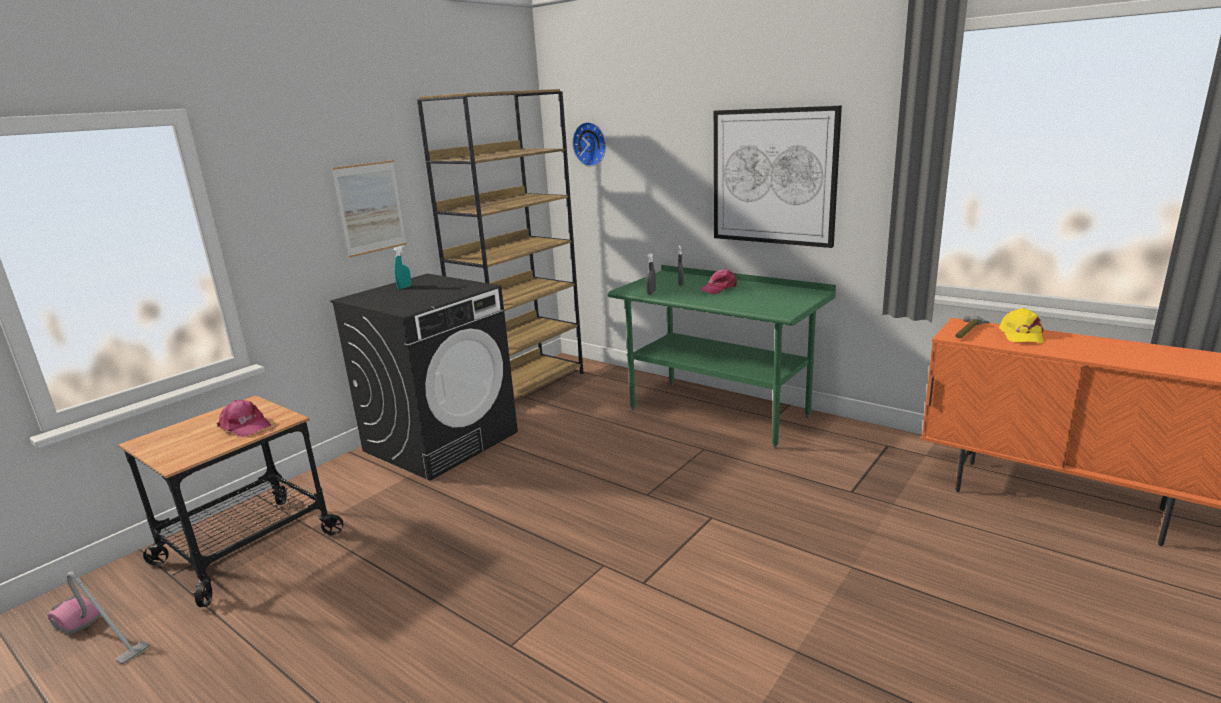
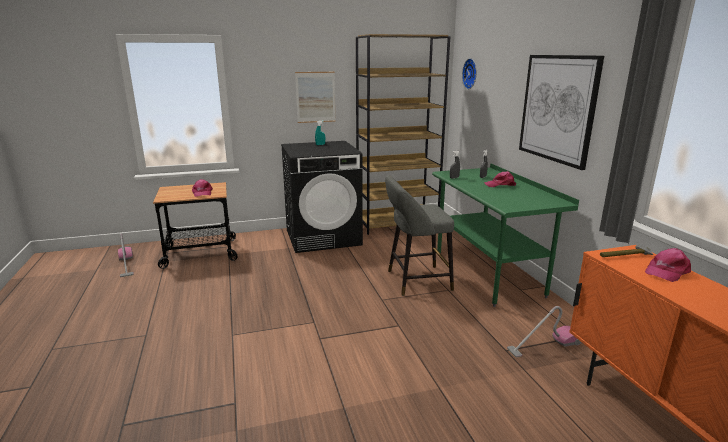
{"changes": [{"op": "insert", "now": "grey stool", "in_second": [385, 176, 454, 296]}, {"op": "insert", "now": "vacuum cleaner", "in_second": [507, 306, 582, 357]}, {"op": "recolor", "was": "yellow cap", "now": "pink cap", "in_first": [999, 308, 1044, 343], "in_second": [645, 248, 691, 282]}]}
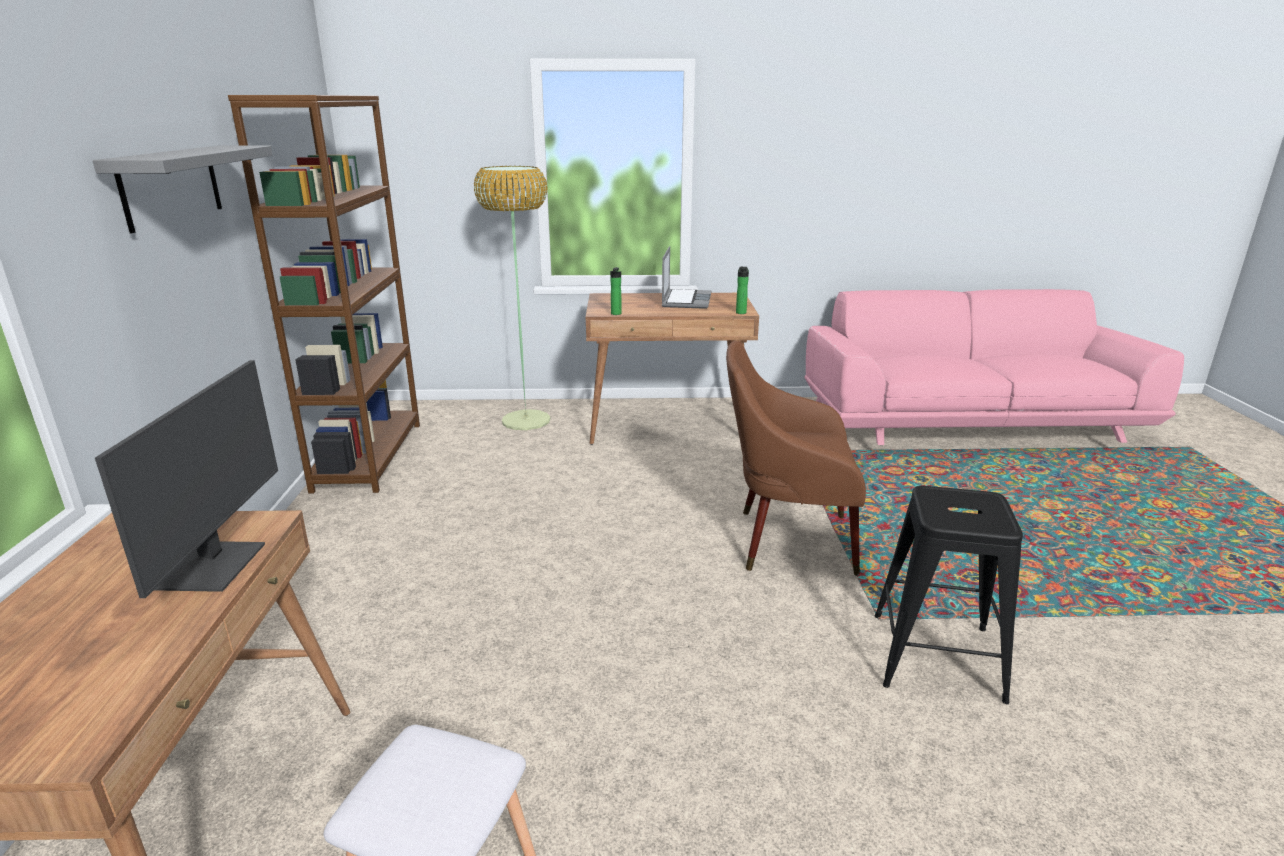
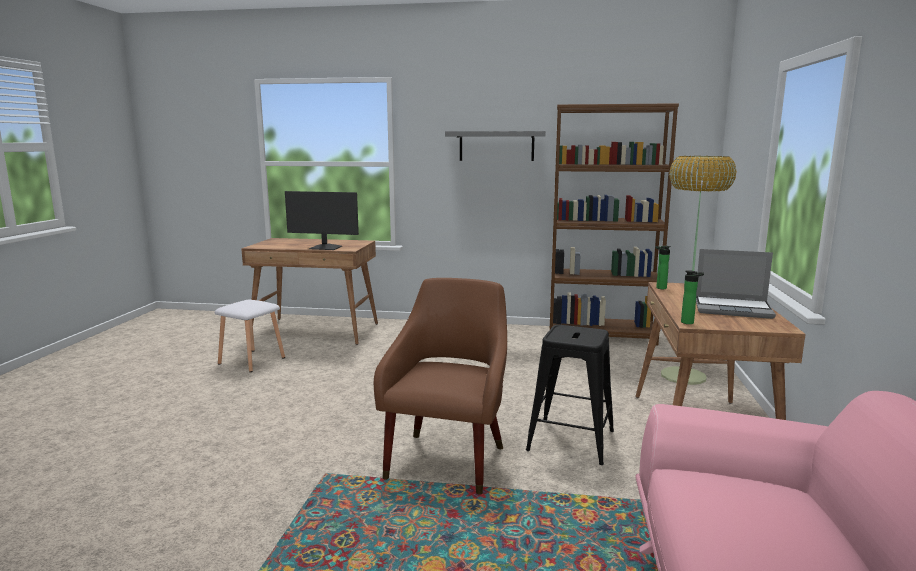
{"changes": [{"op": "move", "was": "black stool", "in_first": [875, 486, 1023, 704], "in_second": [526, 325, 614, 465]}]}
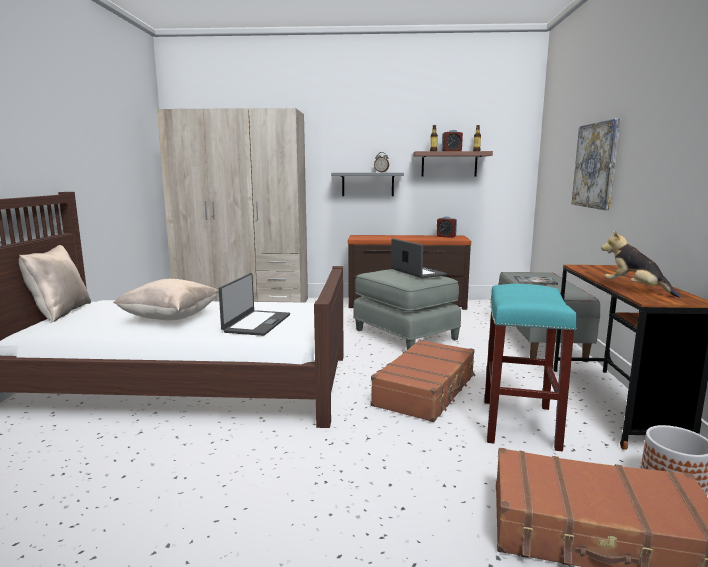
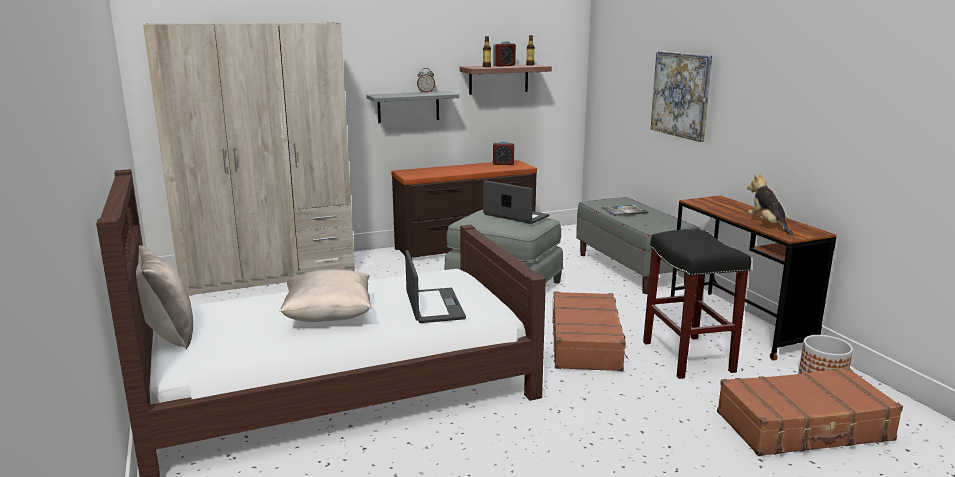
{"changes": [{"op": "recolor", "was": "turquoise stool", "now": "black stool", "in_first": [484, 284, 577, 451], "in_second": [643, 229, 751, 379]}, {"op": "rotate", "was": "plush toy", "in_first": [601, 231, 681, 297], "in_second": [747, 173, 793, 235], "clockwise": 45}]}
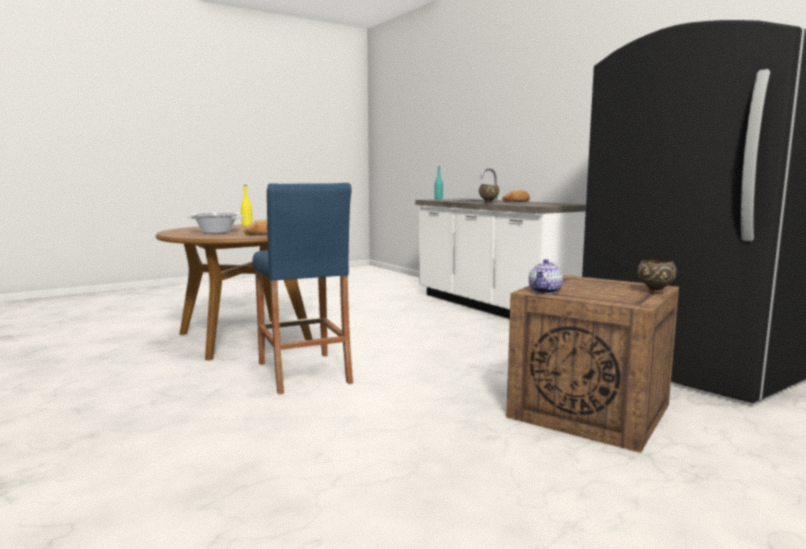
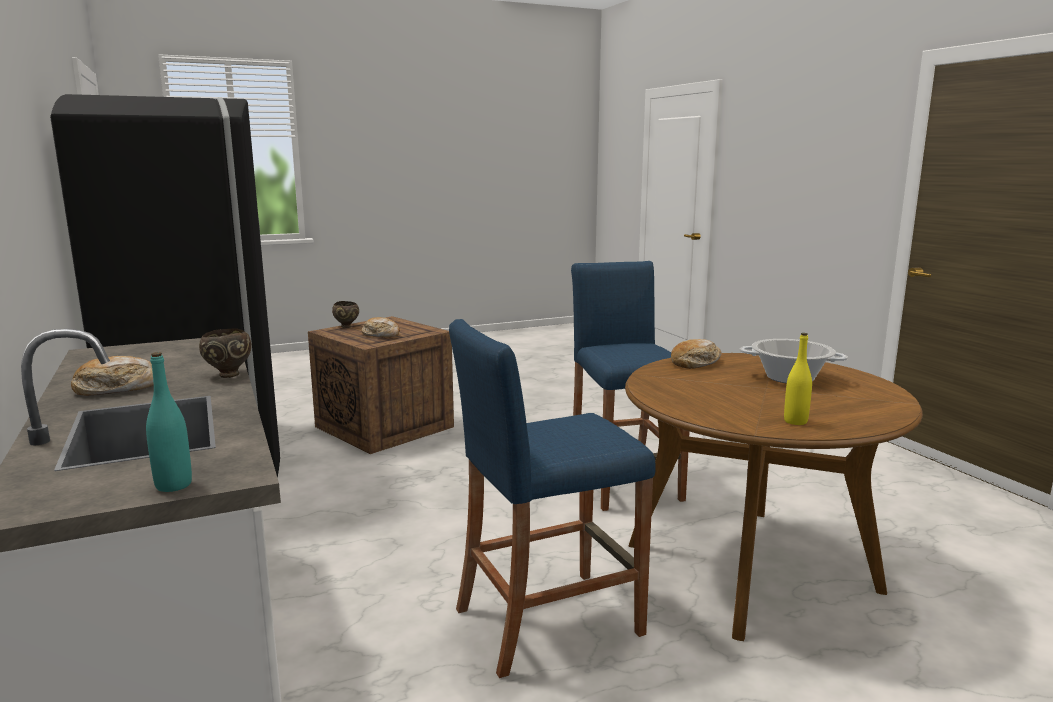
{"changes": [{"op": "delete", "was": "teapot", "in_first": [529, 259, 563, 294]}, {"op": "insert", "now": "bread", "in_second": [362, 317, 400, 337]}, {"op": "insert", "now": "blue stool", "in_second": [449, 319, 655, 678]}]}
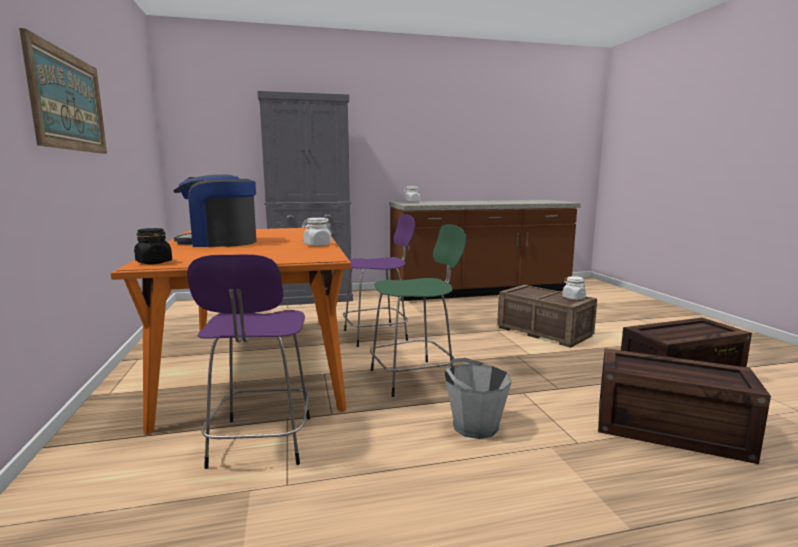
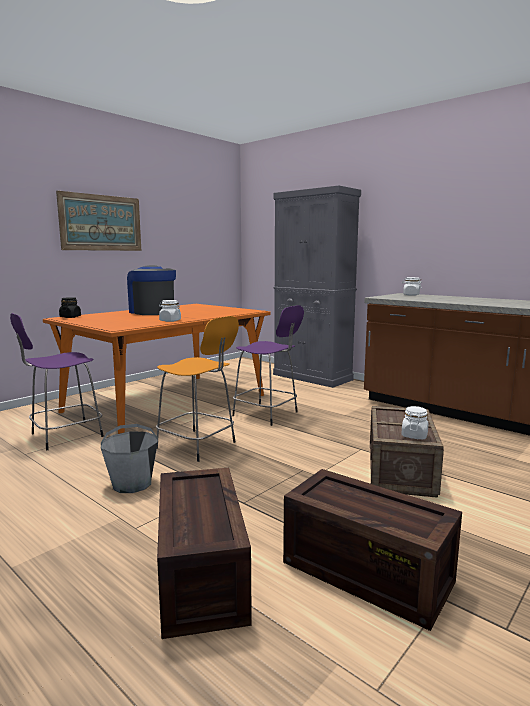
{"changes": [{"op": "recolor", "was": "green stool", "now": "orange stool", "in_first": [370, 224, 466, 397], "in_second": [156, 316, 239, 462]}]}
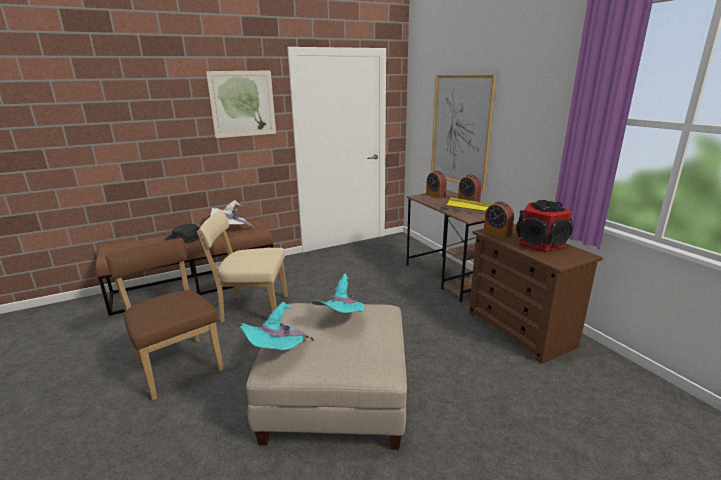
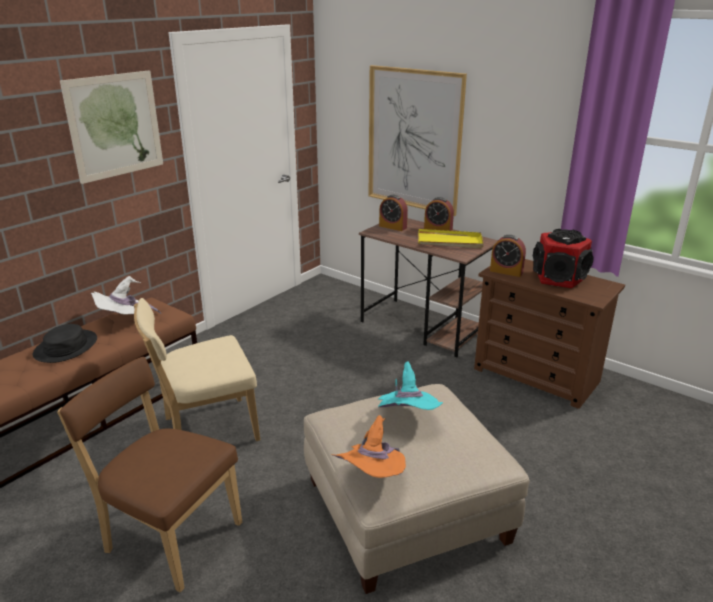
{"changes": [{"op": "recolor", "was": "turquoise hat", "now": "orange hat", "in_first": [240, 302, 314, 350], "in_second": [332, 415, 406, 478]}]}
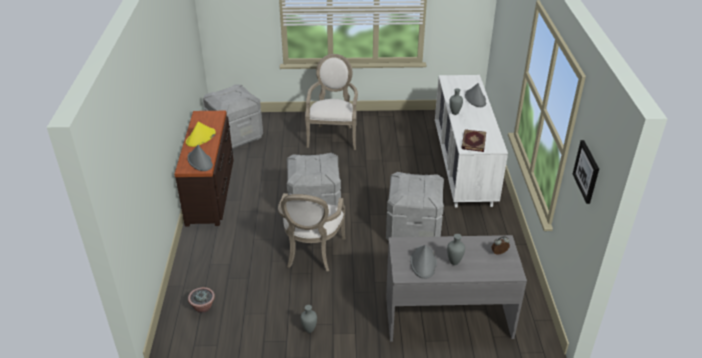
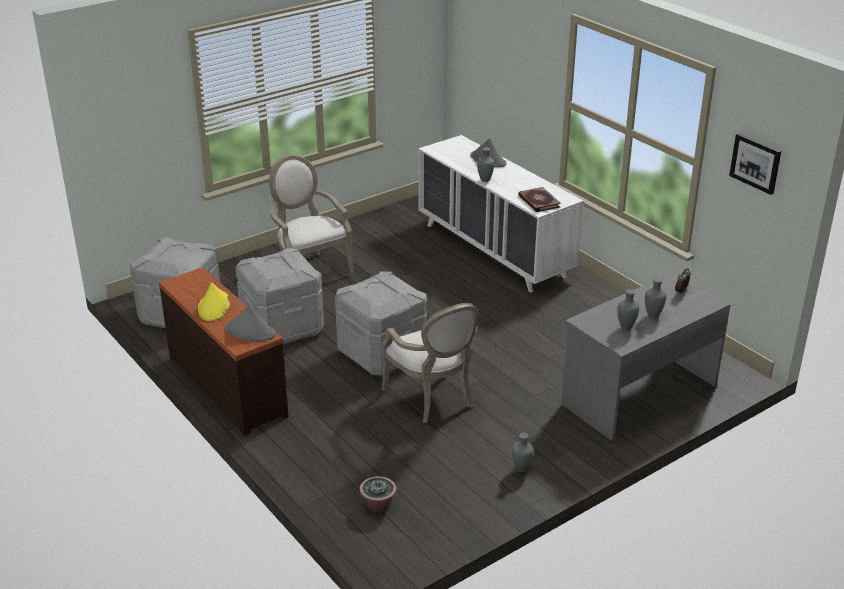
{"changes": [{"op": "move", "was": "grey storage box", "in_first": [386, 172, 444, 241], "in_second": [236, 248, 324, 344]}, {"op": "replace", "was": "grey hat", "now": "grey vase", "in_first": [410, 245, 437, 279], "in_second": [618, 289, 639, 330]}]}
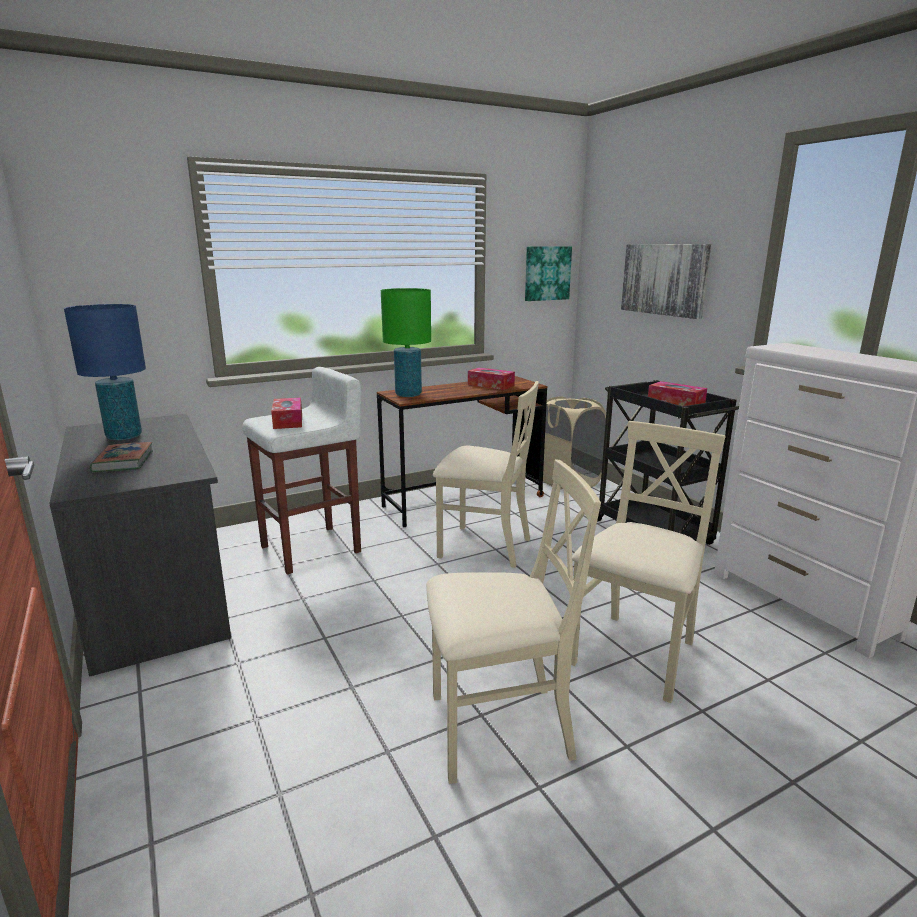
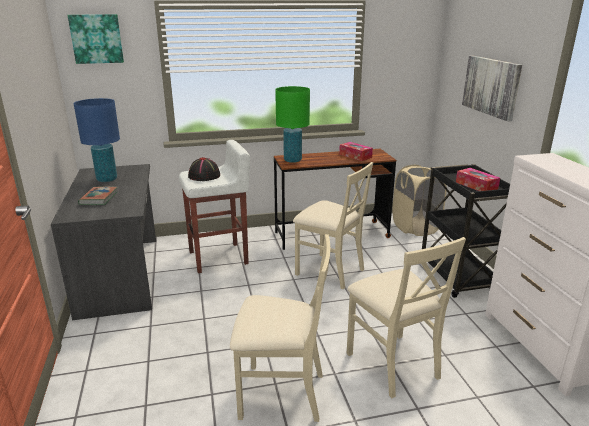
{"changes": [{"op": "move", "was": "picture", "in_first": [525, 246, 572, 301], "in_second": [68, 14, 124, 64]}, {"op": "replace", "was": "tissue box", "now": "black hat", "in_first": [271, 398, 302, 429], "in_second": [188, 157, 220, 181]}, {"op": "rotate", "was": "beige chair", "in_first": [571, 421, 726, 703], "in_second": [347, 237, 466, 398], "clockwise": 105}]}
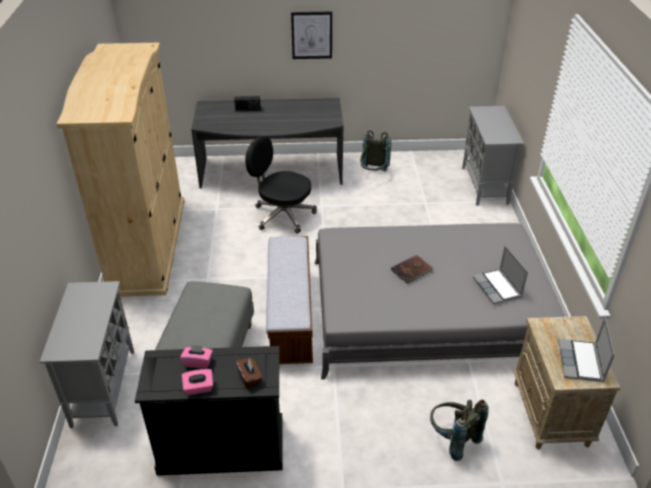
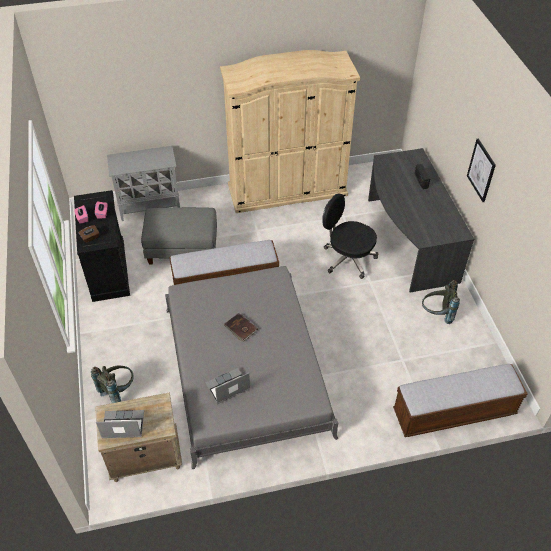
{"changes": [{"op": "replace", "was": "grey cabinet", "now": "bench", "in_first": [462, 106, 524, 206], "in_second": [393, 364, 528, 437]}, {"op": "rotate", "was": "black office chair", "in_first": [245, 136, 317, 234], "in_second": [322, 193, 379, 279], "clockwise": -75}]}
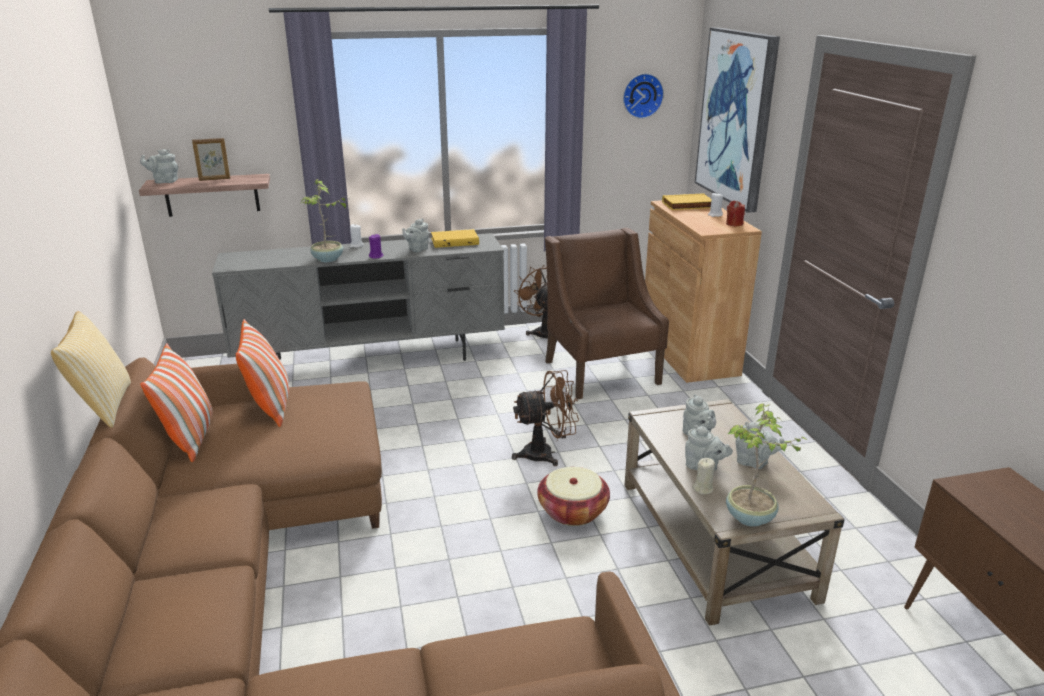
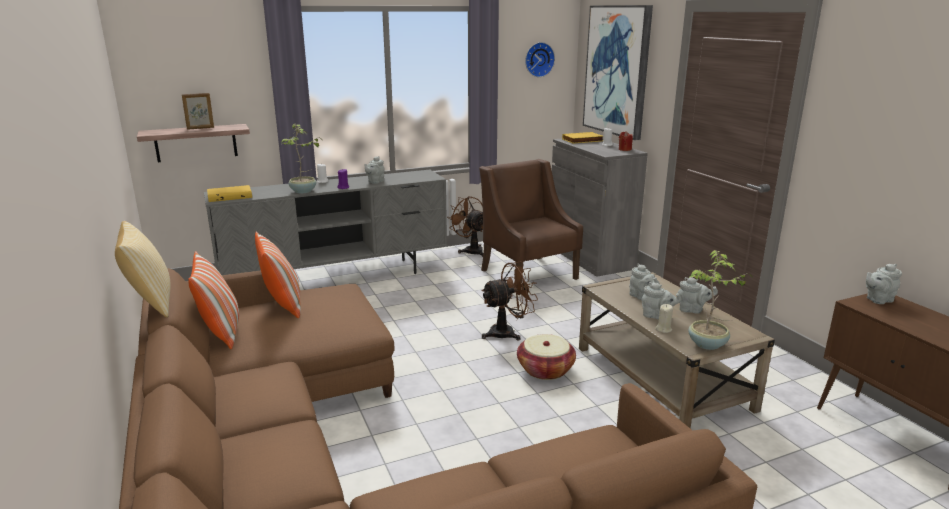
{"changes": [{"op": "move", "was": "grey teapot", "in_first": [140, 149, 178, 184], "in_second": [866, 264, 902, 304]}, {"op": "move", "was": "yellow book", "in_first": [431, 229, 479, 248], "in_second": [207, 185, 252, 202]}, {"op": "recolor", "was": "brown cabinet", "now": "grey cabinet", "in_first": [645, 200, 762, 383], "in_second": [552, 139, 648, 277]}]}
